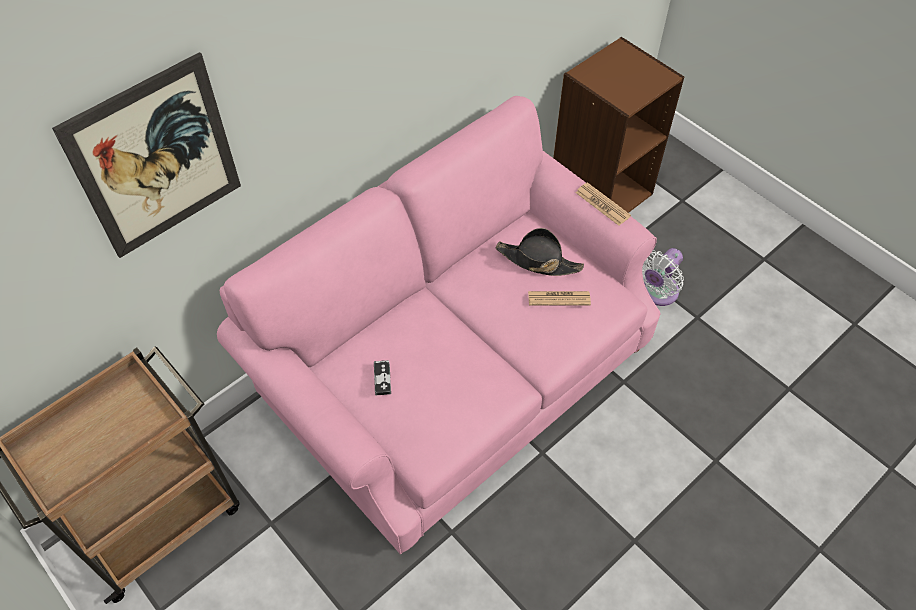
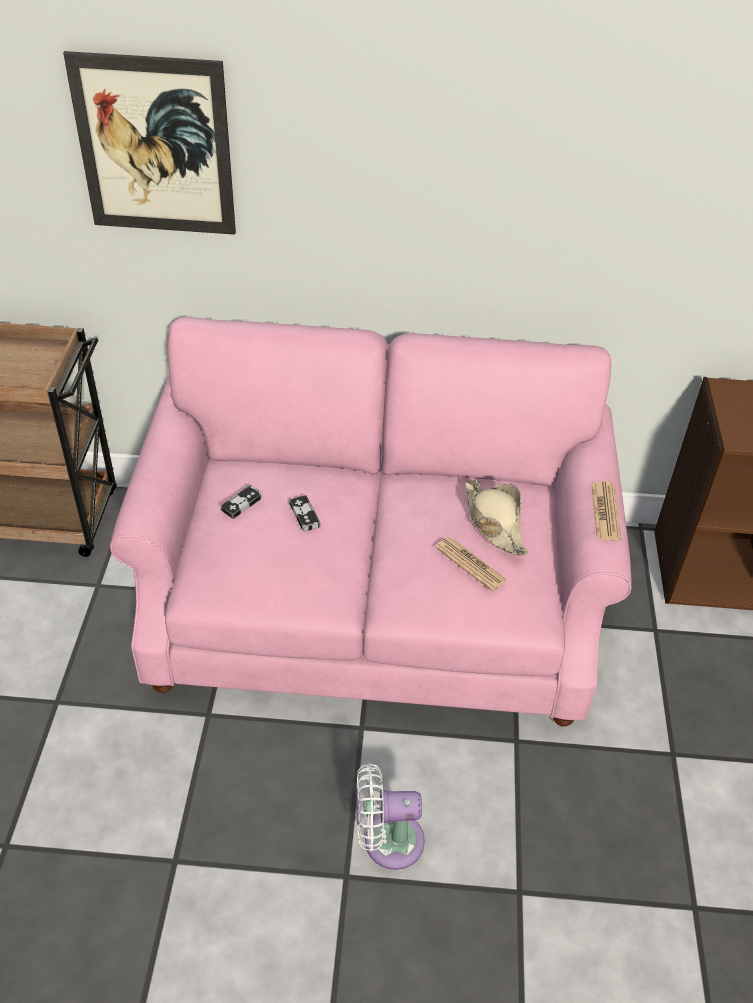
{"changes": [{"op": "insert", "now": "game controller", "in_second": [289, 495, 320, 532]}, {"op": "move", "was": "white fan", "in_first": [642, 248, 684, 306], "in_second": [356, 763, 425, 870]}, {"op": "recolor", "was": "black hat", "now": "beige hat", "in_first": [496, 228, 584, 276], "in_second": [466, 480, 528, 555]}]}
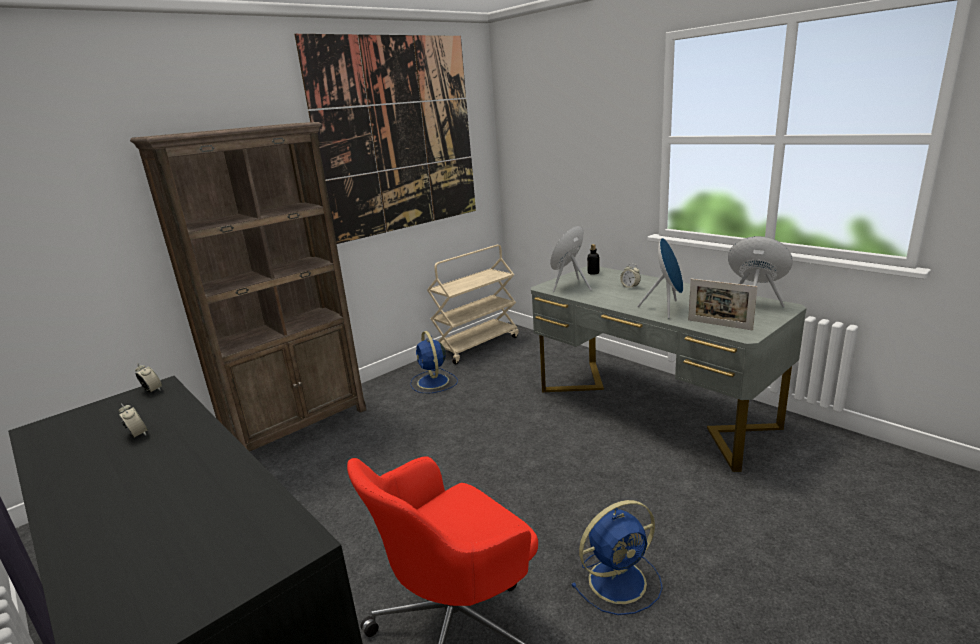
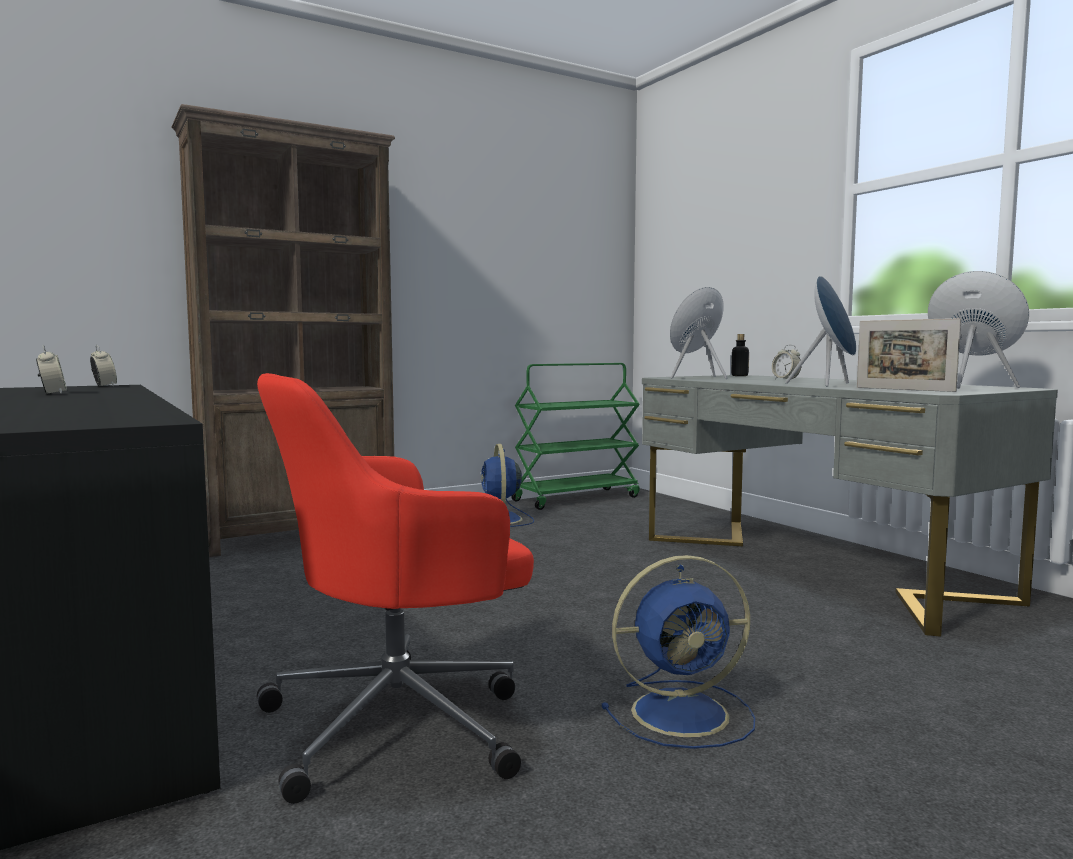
{"changes": [{"op": "delete", "was": "picture", "in_first": [295, 34, 476, 244]}, {"op": "recolor", "was": "beige cart", "now": "green cart", "in_first": [427, 245, 519, 364], "in_second": [511, 363, 640, 510]}]}
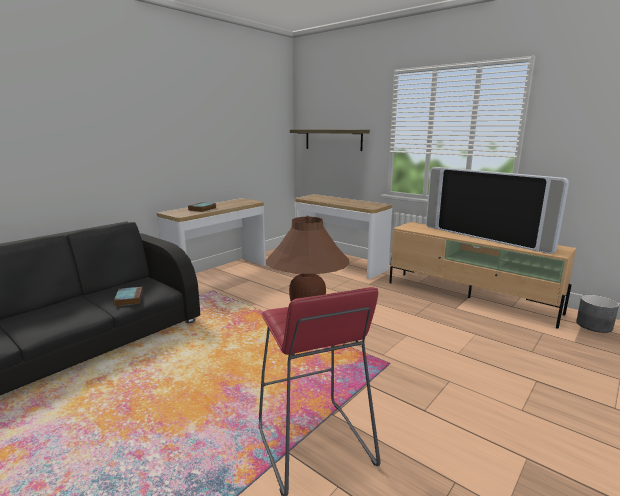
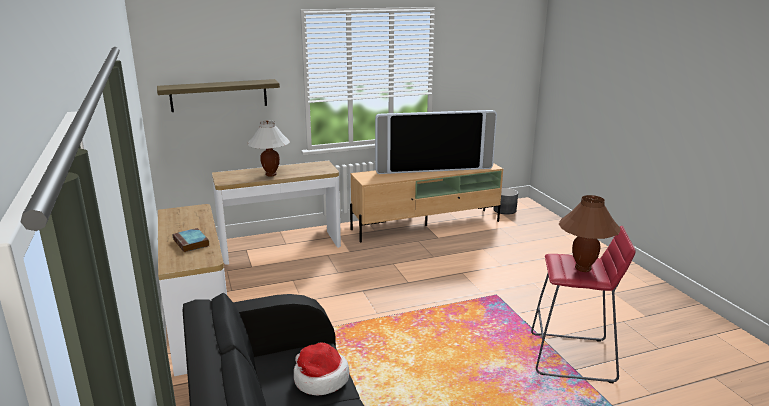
{"changes": [{"op": "insert", "now": "white table lamp", "in_second": [248, 120, 290, 176]}, {"op": "replace", "was": "book", "now": "hat", "in_first": [114, 287, 143, 307], "in_second": [294, 342, 349, 395]}]}
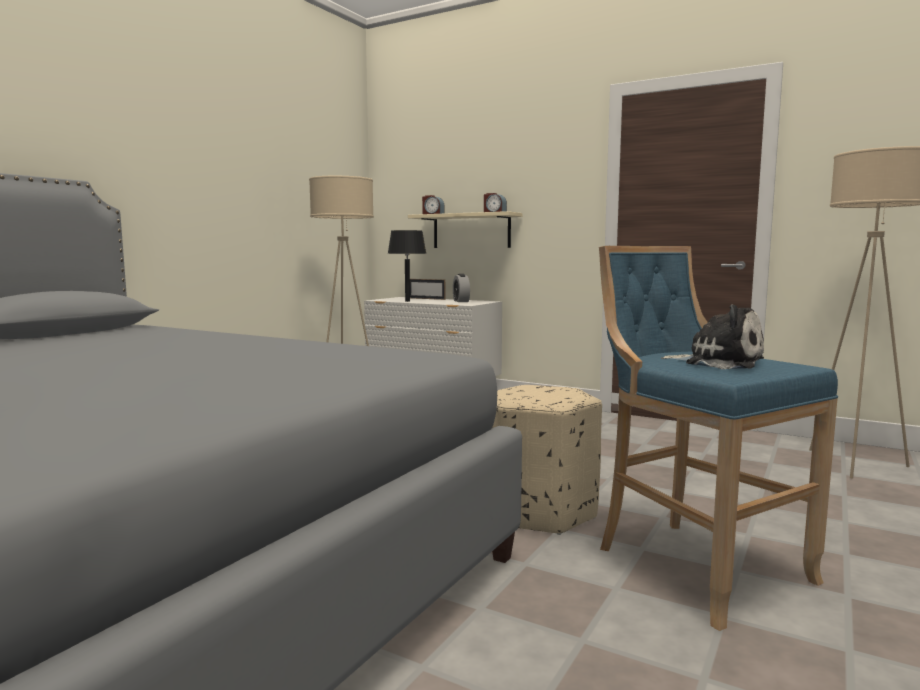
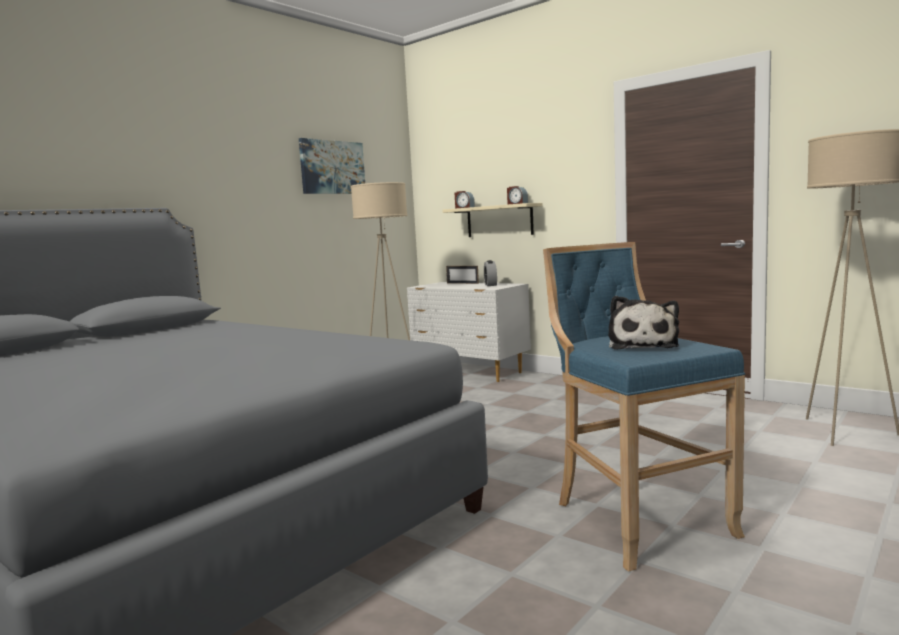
{"changes": [{"op": "delete", "was": "black table lamp", "in_first": [388, 230, 426, 302]}, {"op": "delete", "was": "beige ottoman", "in_first": [492, 385, 602, 535]}, {"op": "insert", "now": "picture", "in_second": [299, 138, 365, 194]}, {"op": "rotate", "was": "plush toy", "in_first": [661, 304, 764, 369], "in_second": [608, 296, 679, 350], "clockwise": 60}]}
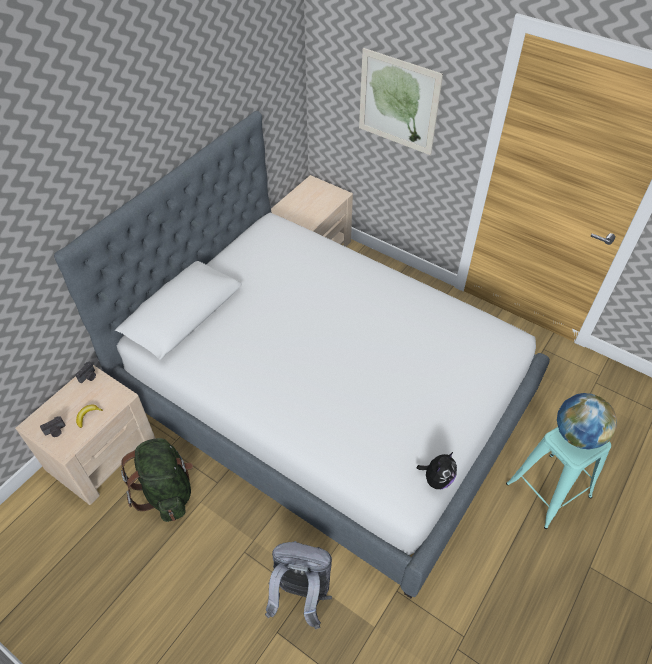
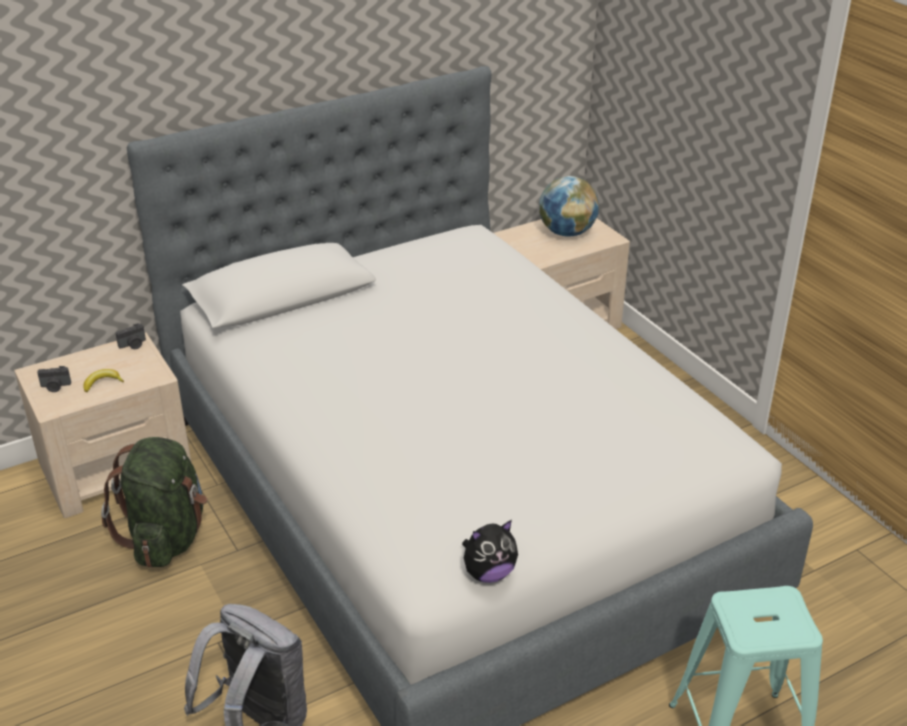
{"changes": [{"op": "delete", "was": "picture", "in_first": [359, 48, 443, 155]}, {"op": "move", "was": "globe", "in_first": [557, 393, 617, 450], "in_second": [539, 176, 599, 237]}]}
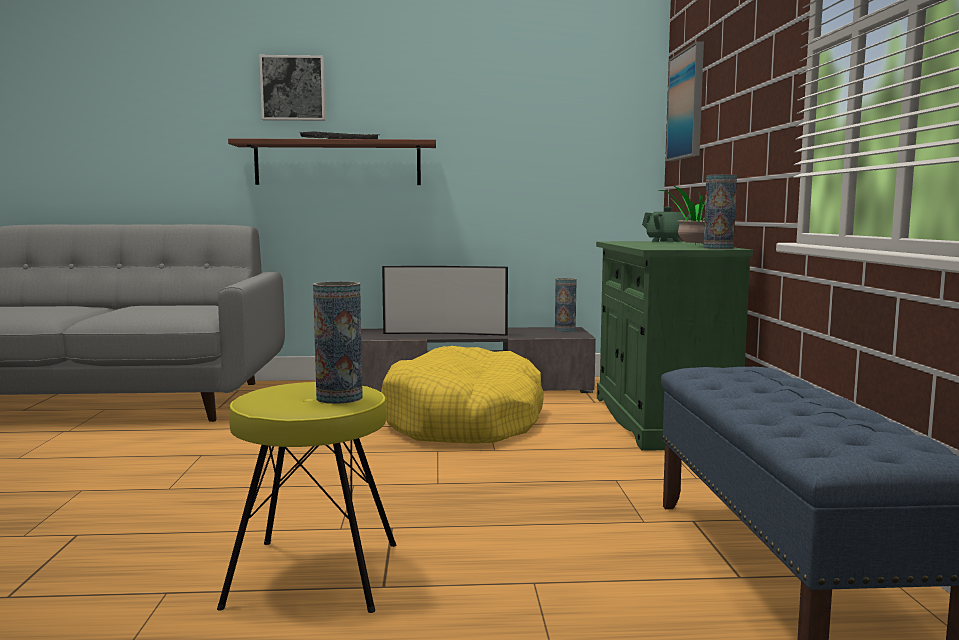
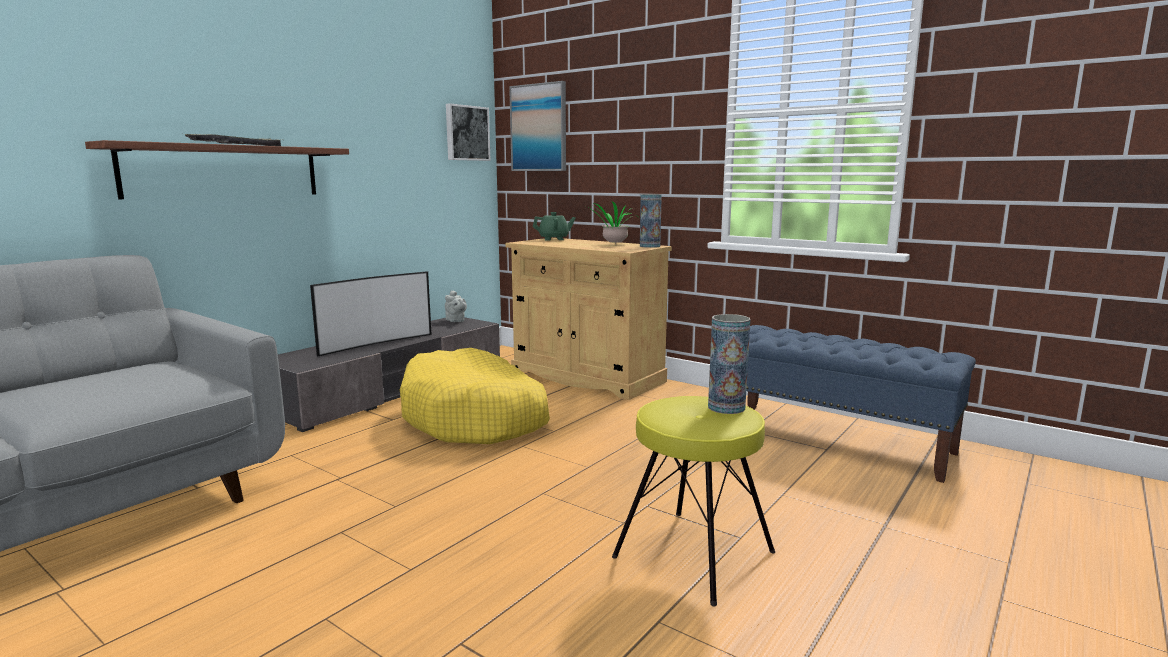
{"changes": [{"op": "move", "was": "picture", "in_first": [259, 55, 326, 121], "in_second": [446, 103, 491, 161]}, {"op": "replace", "was": "vase", "now": "grey teapot", "in_first": [555, 278, 577, 332], "in_second": [445, 290, 467, 322]}, {"op": "recolor", "was": "green cabinet", "now": "beige cabinet", "in_first": [596, 241, 753, 451], "in_second": [505, 238, 672, 400]}]}
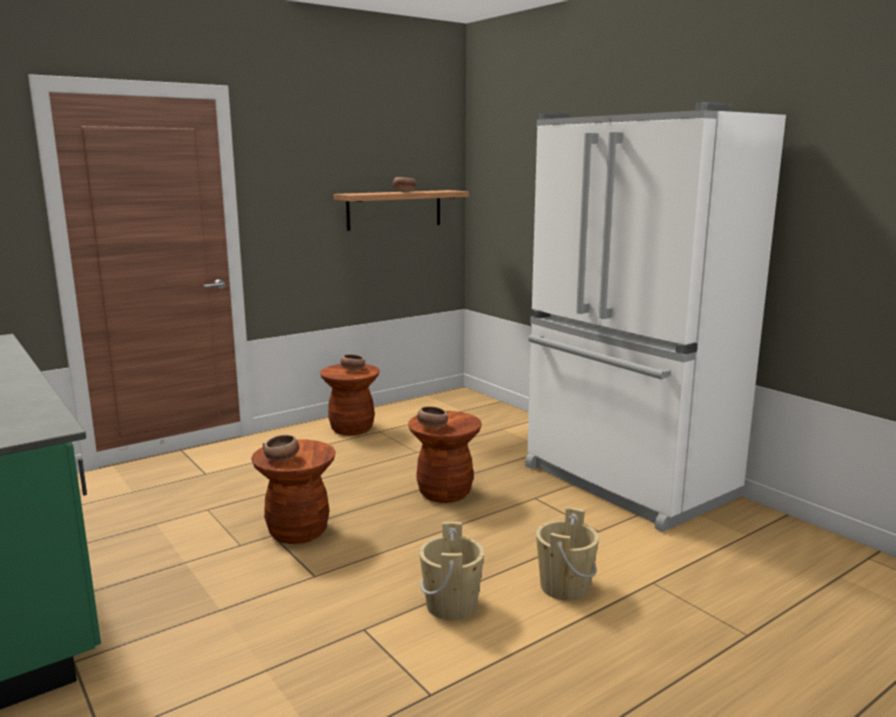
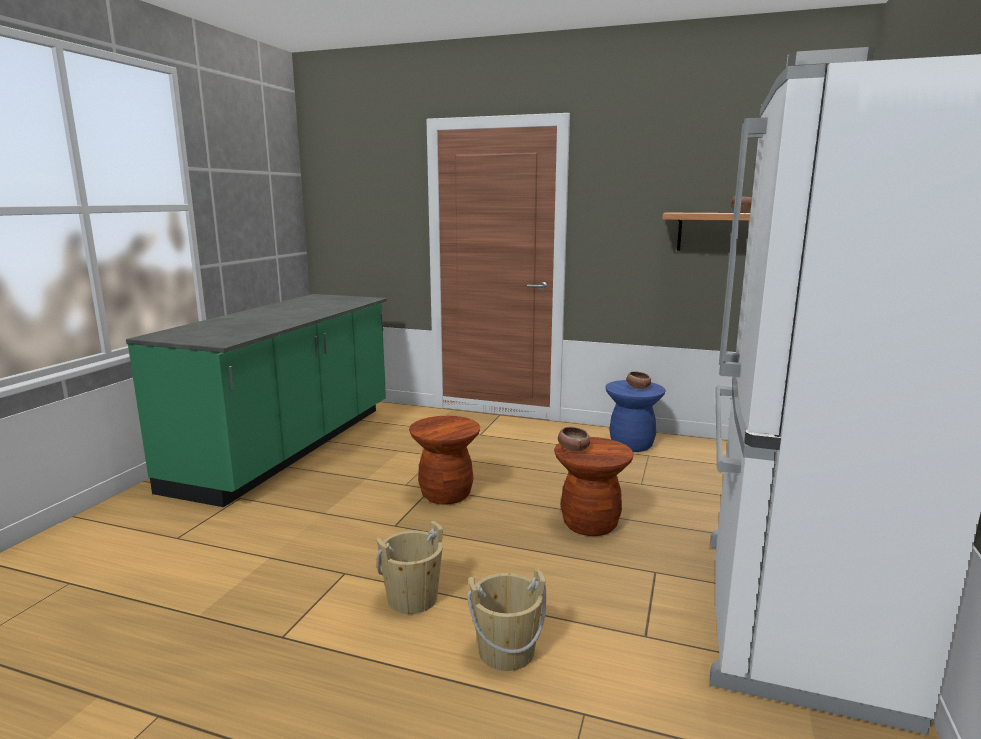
{"changes": [{"op": "delete", "was": "bowl", "in_first": [263, 435, 299, 462]}, {"op": "recolor", "was": "brown stool", "now": "blue stool", "in_first": [320, 364, 380, 435], "in_second": [605, 380, 666, 452]}]}
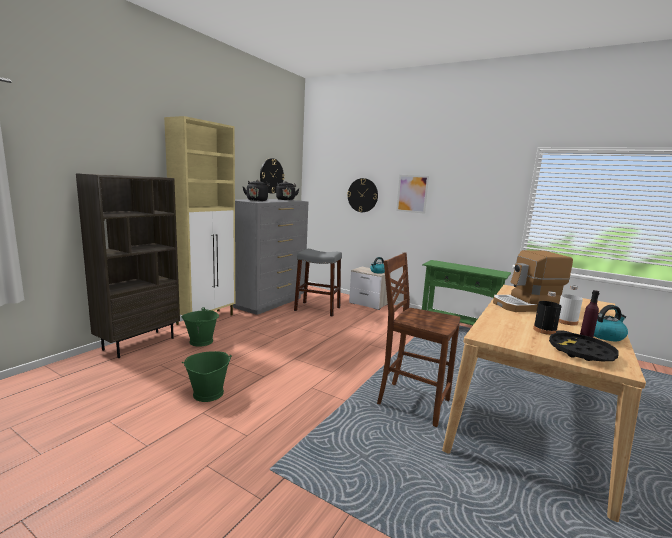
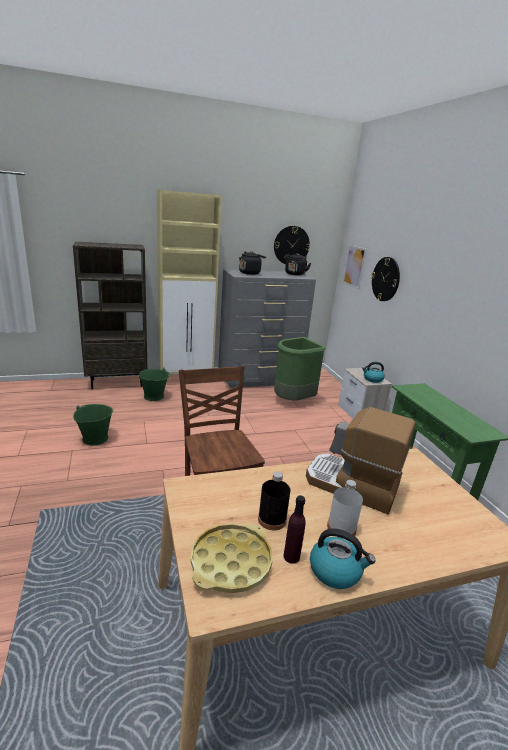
{"changes": [{"op": "move", "was": "picture", "in_first": [396, 175, 429, 214], "in_second": [343, 245, 367, 289]}, {"op": "replace", "was": "grey stool", "now": "green trash can", "in_first": [294, 249, 342, 317], "in_second": [274, 337, 326, 401]}, {"op": "recolor", "was": "black tray", "now": "yellow tray", "in_first": [549, 330, 619, 362], "in_second": [191, 524, 273, 593]}]}
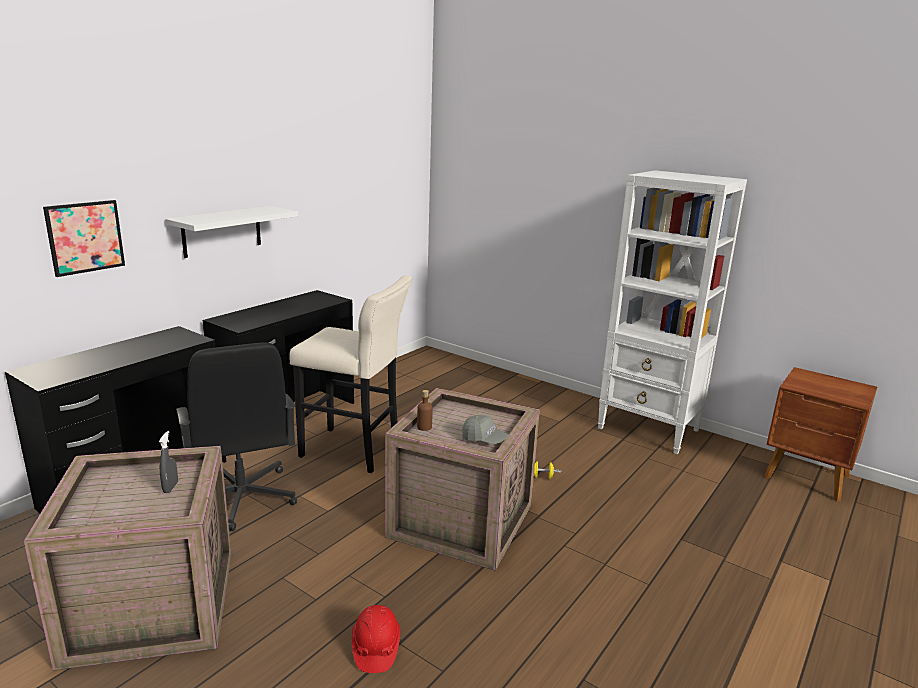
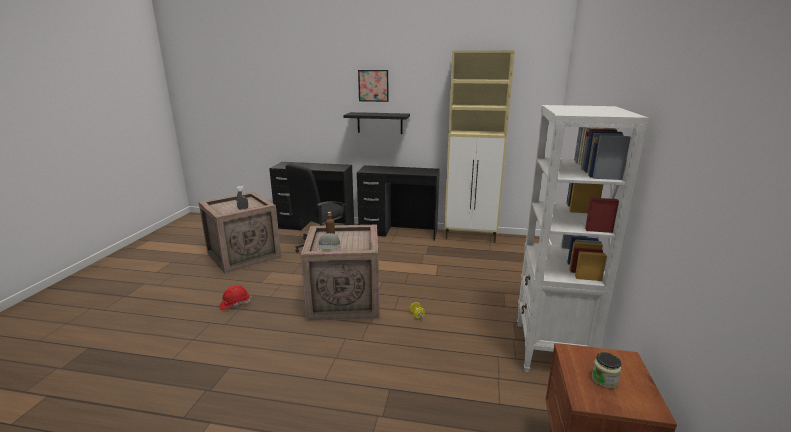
{"changes": [{"op": "delete", "was": "beige stool", "in_first": [290, 275, 412, 473]}, {"op": "insert", "now": "beige cabinet", "in_second": [444, 50, 515, 243]}, {"op": "insert", "now": "jar", "in_second": [591, 352, 622, 388]}, {"op": "move", "was": "picture", "in_first": [43, 200, 125, 277], "in_second": [358, 70, 388, 102]}, {"op": "recolor", "was": "white shelf", "now": "black shelf", "in_first": [165, 206, 298, 258], "in_second": [343, 112, 410, 134]}]}
